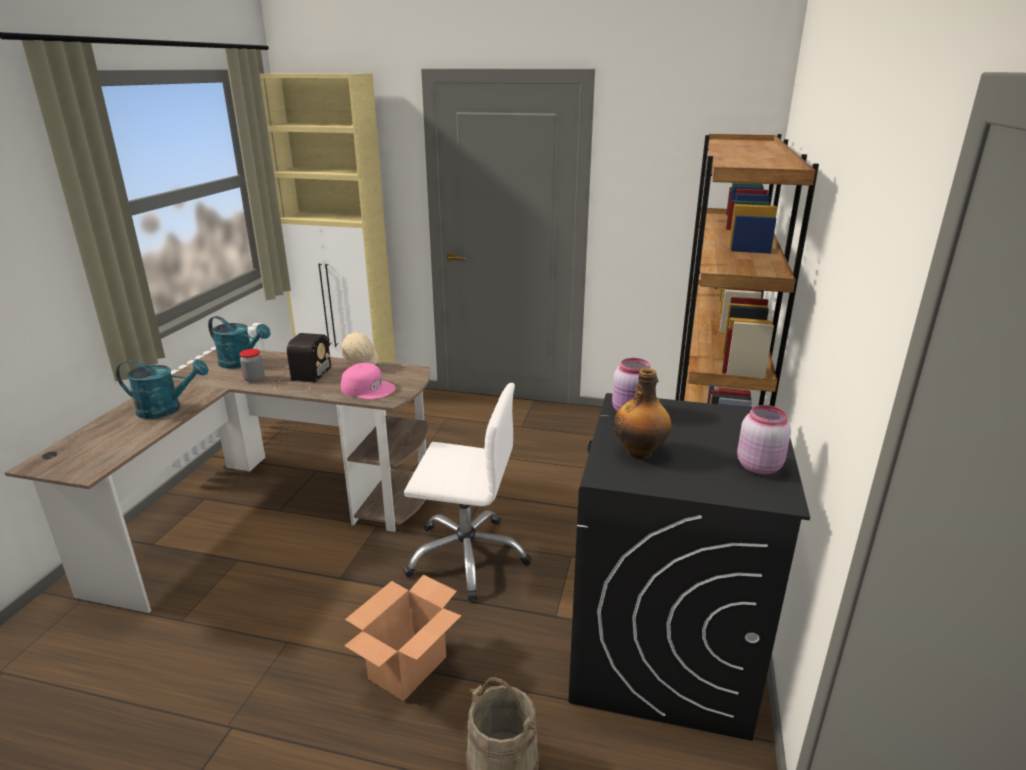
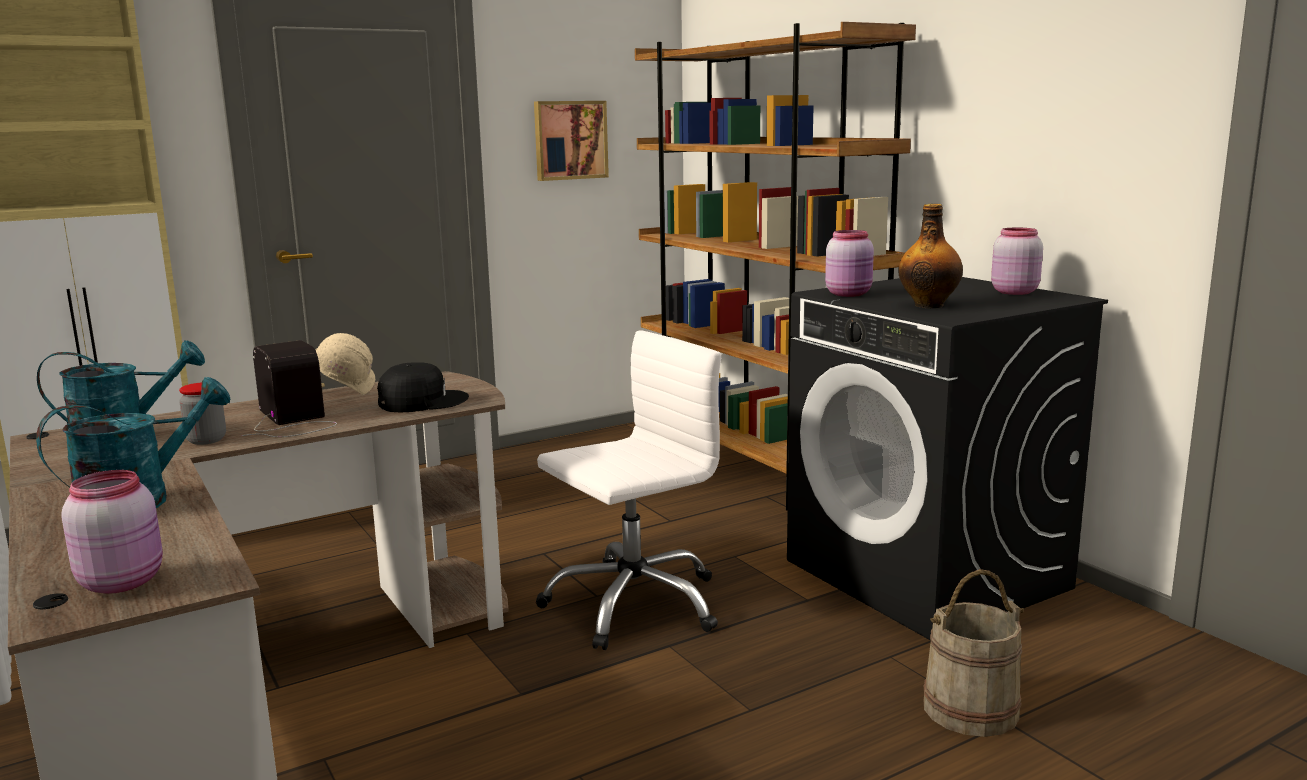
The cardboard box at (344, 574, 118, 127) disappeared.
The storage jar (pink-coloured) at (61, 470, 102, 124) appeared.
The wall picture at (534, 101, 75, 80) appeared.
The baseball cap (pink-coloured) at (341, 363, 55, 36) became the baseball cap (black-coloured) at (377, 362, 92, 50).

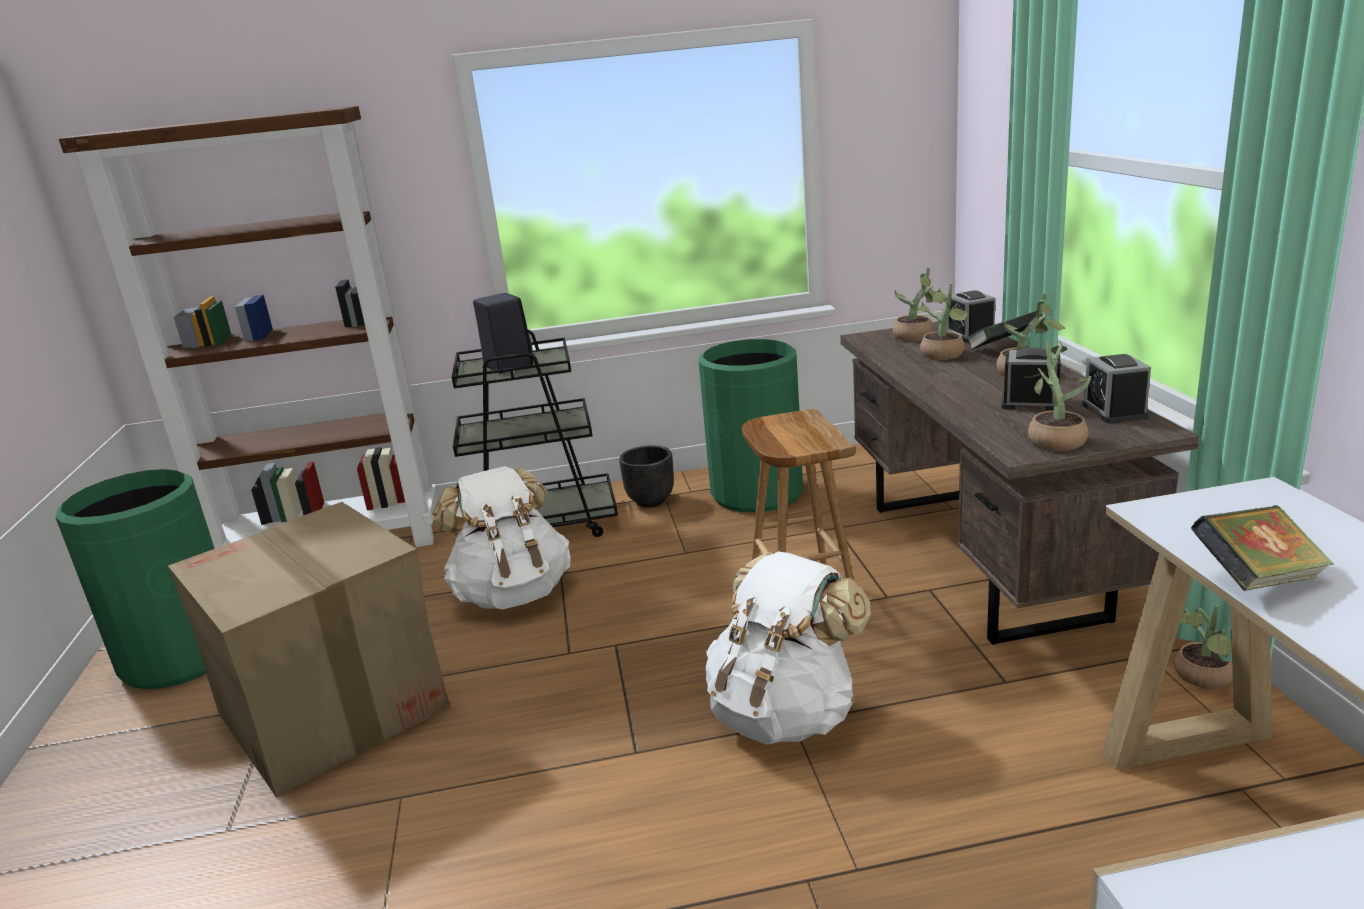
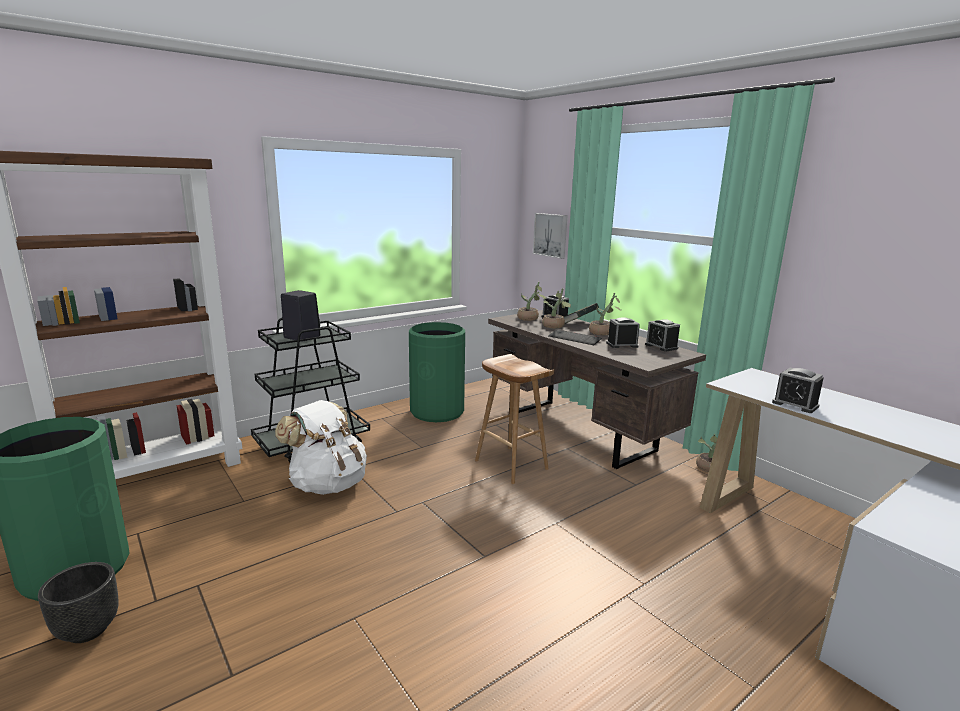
The cardboard box at (168, 502, 282, 296) disappeared.
The rucksack (white-coloured) at (705, 551, 166, 194) disappeared.
The houseplant at (1024, 340, 70, 111) disappeared.
The wall picture at (533, 213, 34, 46) appeared.
The PC keyboard at (549, 330, 53, 15) appeared.
The plant pot (black-coloured) moved from (619, 445, 55, 63) to (38, 562, 81, 81).
The volume at (1191, 505, 143, 86) was replaced by the table clock at (772, 367, 52, 46).

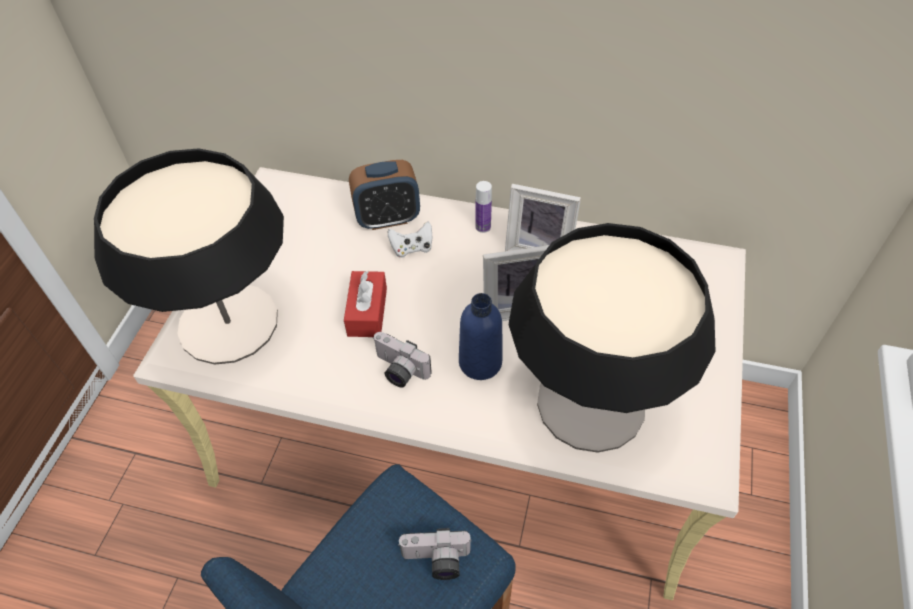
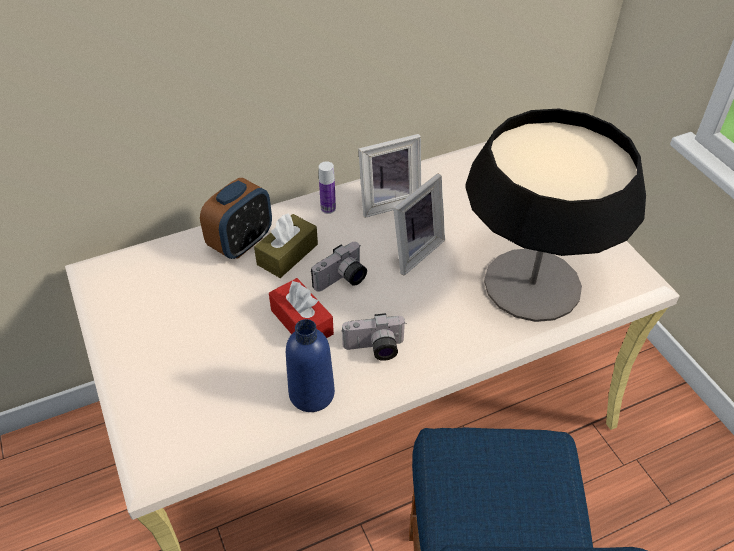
The tabletop lamp at (94, 148, 190, 217) disappeared.
The still camera moved from (398, 528, 74, 52) to (311, 242, 56, 50).
The drink bottle (blue-coloured) moved from (459, 293, 43, 87) to (286, 319, 49, 93).
The joypad (white-coloured) at (388, 221, 44, 37) was replaced by the tissue holder (brown) at (254, 213, 64, 65).

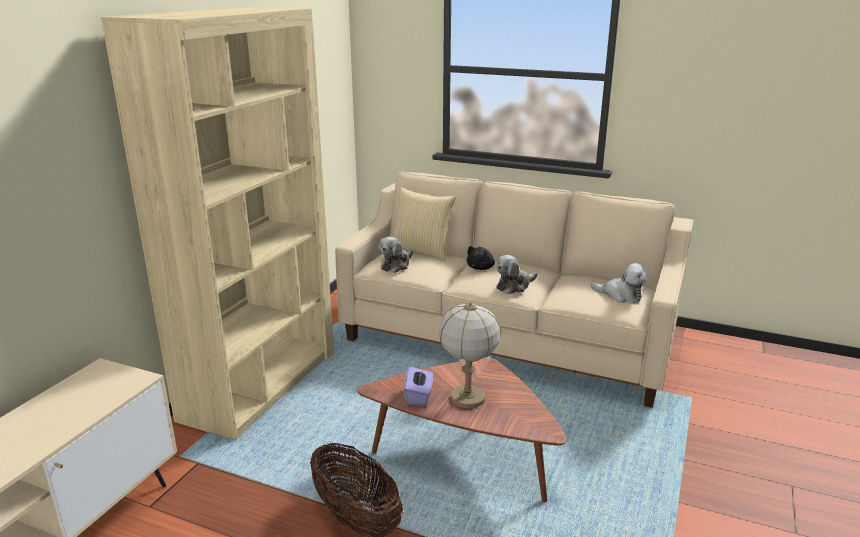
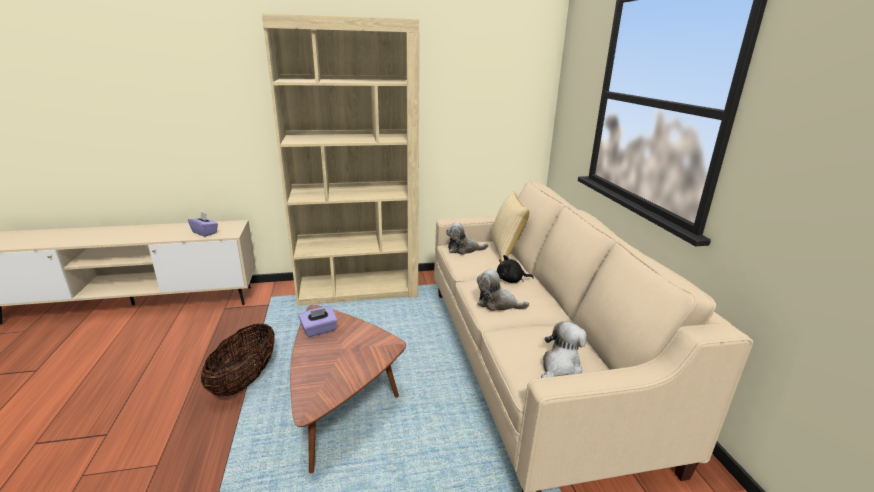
The tabletop lamp at (439, 302, 62, 106) disappeared.
The tissue holder (purple) at (188, 212, 30, 25) appeared.
The soft toy at (591, 263, 57, 40) turned 135 degrees counterclockwise.

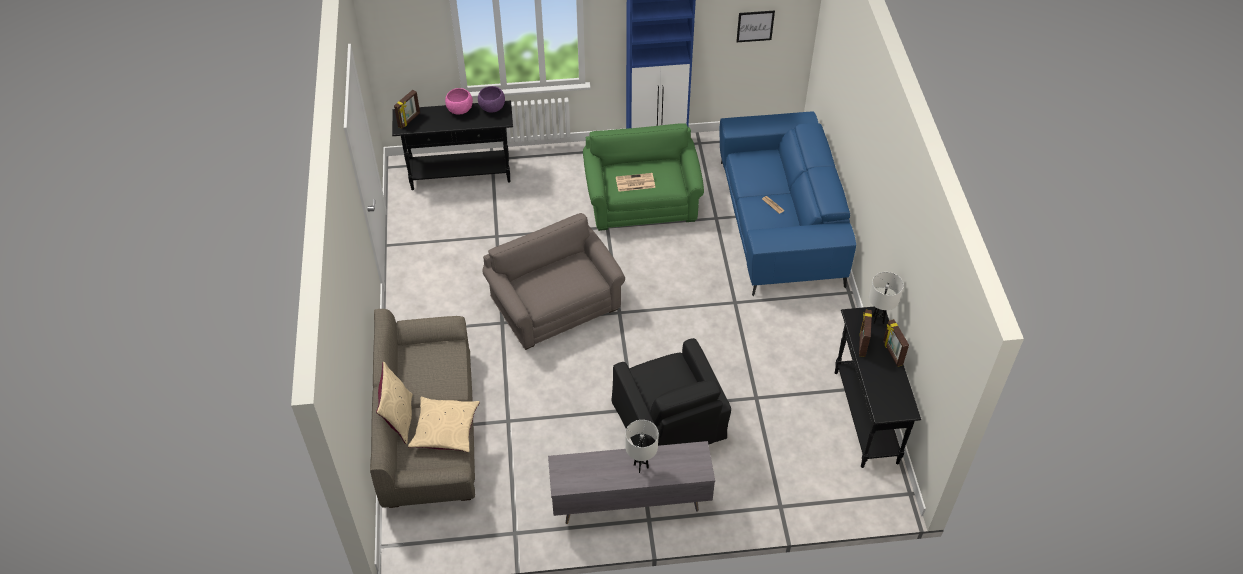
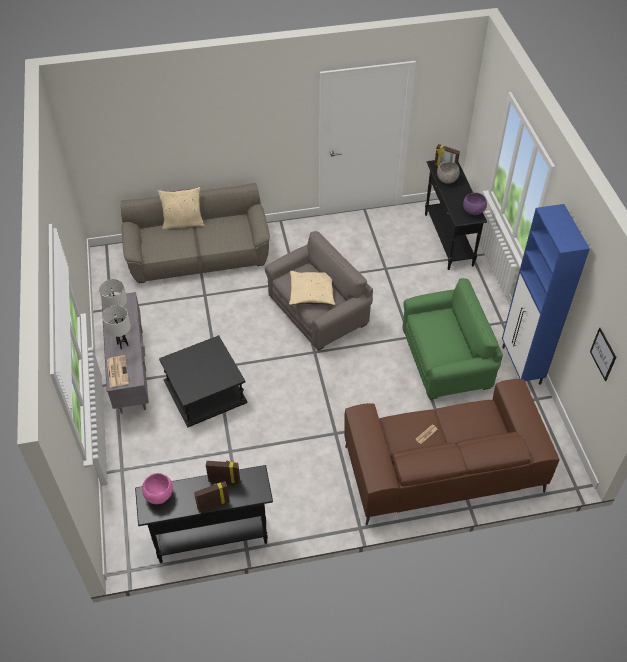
The serving bowl (grey) at (437, 162, 23, 22) appeared.
The cushion (beige) moved from (408, 397, 72, 56) to (289, 271, 46, 35).
The serving bowl (pink-coloured) moved from (445, 88, 28, 27) to (142, 473, 31, 31).
The printed paper moved from (616, 173, 39, 19) to (107, 355, 22, 32).
The tabletop lamp (white-coloured) moved from (869, 272, 35, 52) to (99, 279, 28, 43).
The easy chair (black-coloured) at (611, 338, 120, 109) was replaced by the end table (black-coloured) at (159, 335, 89, 92).
The couch (blue-coloured) at (720, 111, 136, 185) became the couch (brown) at (344, 379, 216, 147).

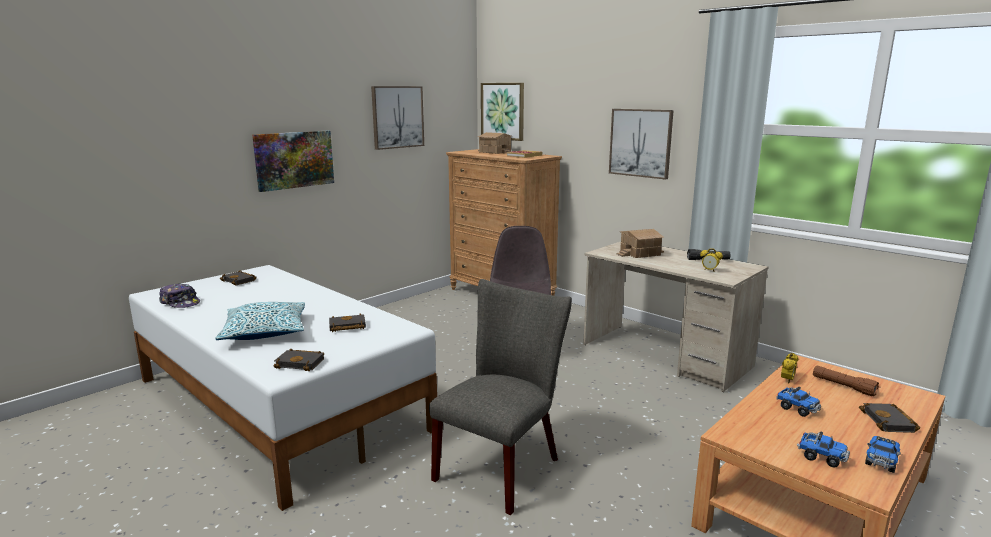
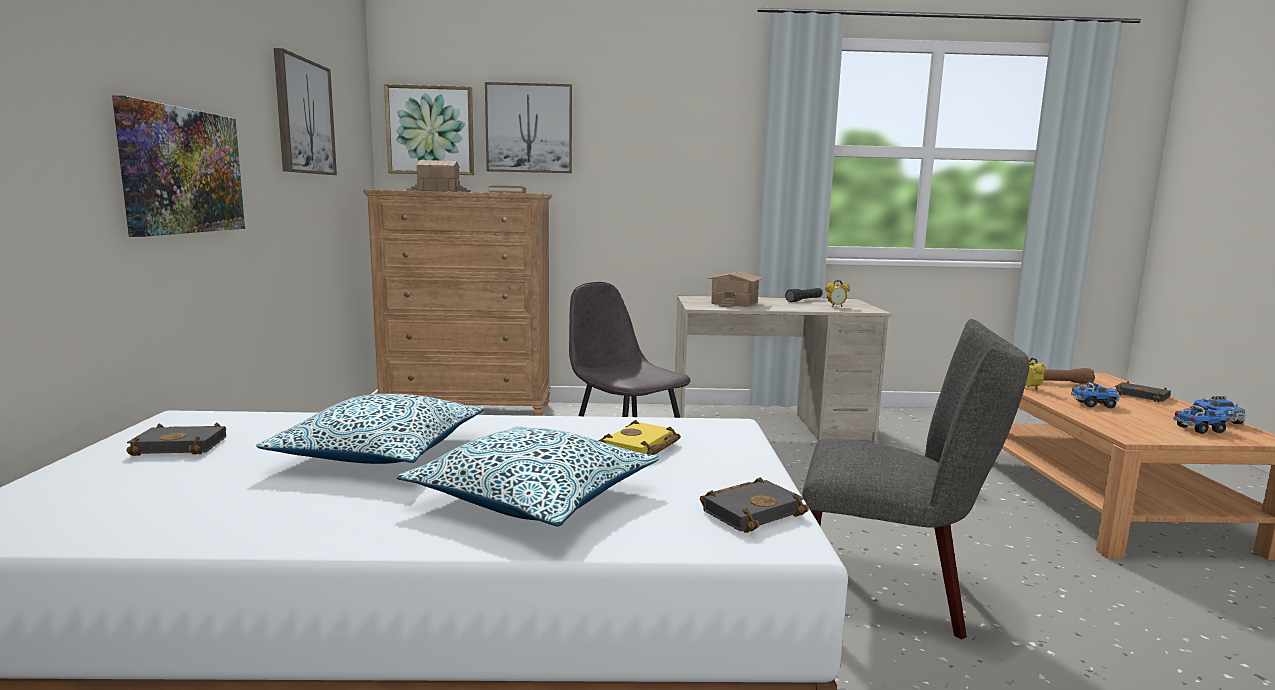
The baseball cap at (159, 283, 41, 25) disappeared.
The cushion at (256, 394, 228, 70) appeared.
The wall picture moved from (609, 109, 65, 71) to (485, 82, 87, 91).
The volume (black-coloured) at (329, 313, 37, 19) became the volume (yellowish) at (599, 420, 82, 35).
The upright chair (grey) at (429, 279, 143, 236) turned 120 degrees clockwise.

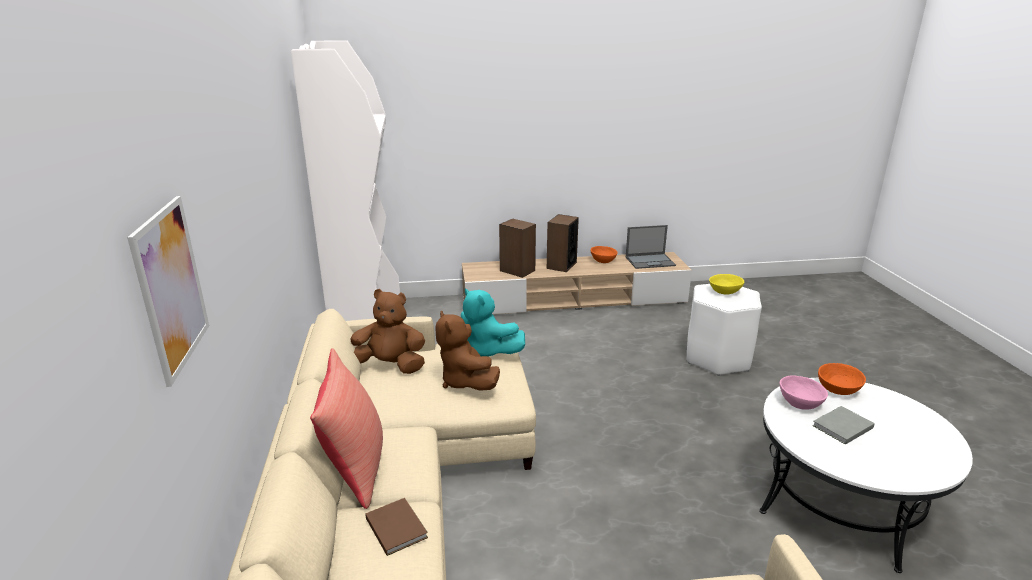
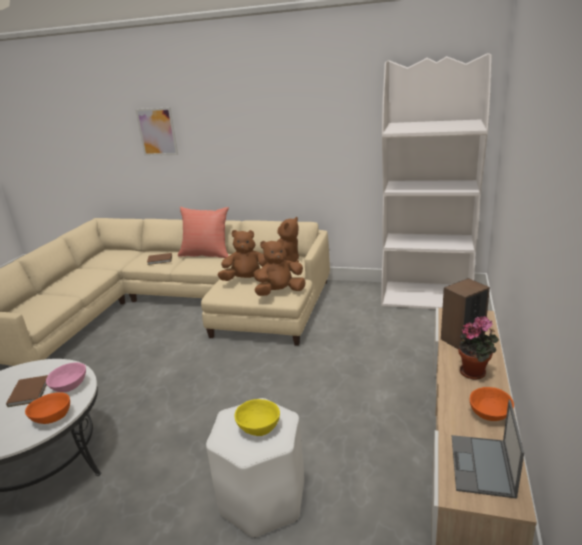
The speaker at (547, 214, 32, 58) was replaced by the houseplant at (458, 316, 41, 64).
The soft toy (turquoise-coloured) at (461, 288, 64, 69) became the soft toy (brown) at (254, 239, 52, 57).
The volume (grey) at (812, 406, 63, 39) became the volume (brown) at (6, 375, 42, 32).

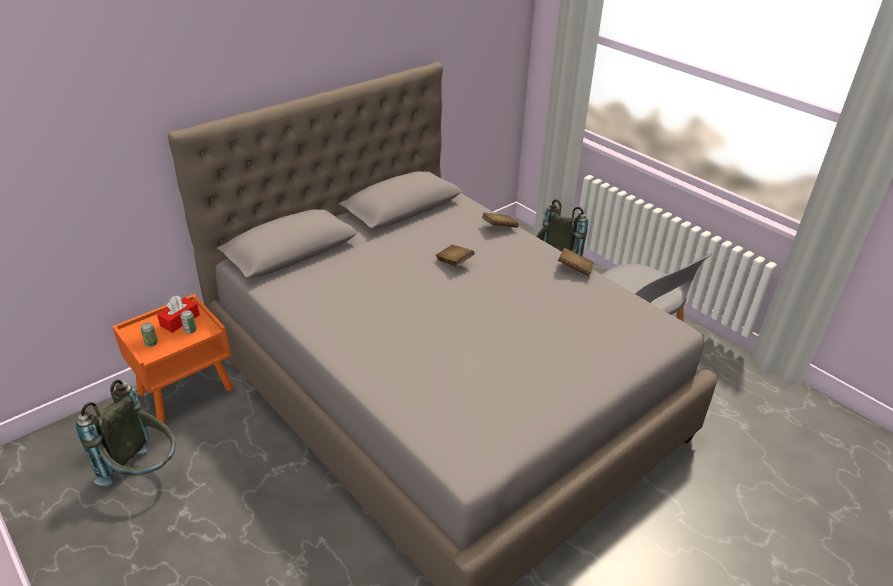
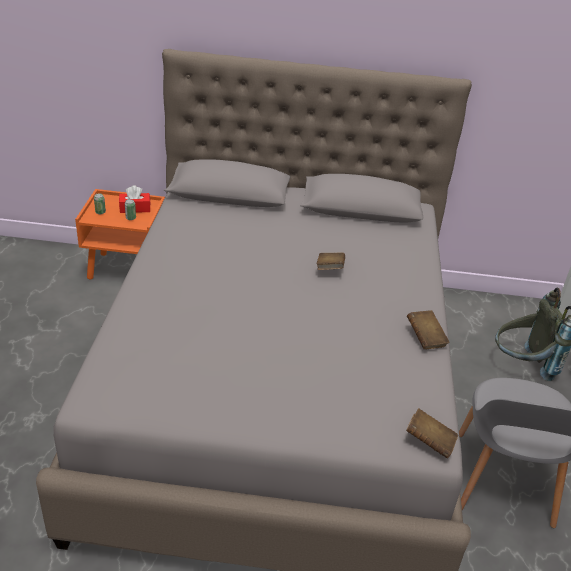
The rucksack (grey) at (76, 380, 99, 106) disappeared.
The volume (brown) moved from (482, 212, 37, 16) to (406, 408, 52, 51).

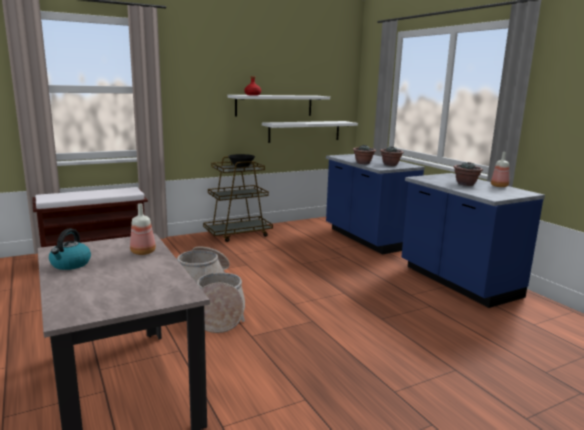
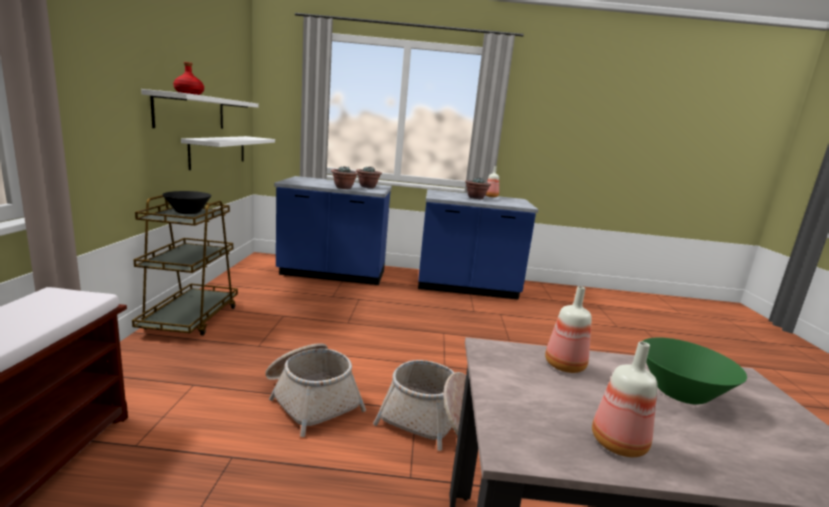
The serving bowl (green) at (642, 338, 105, 67) appeared.
The tea kettle at (49, 229, 42, 41) was replaced by the drink bottle at (592, 341, 66, 116).

